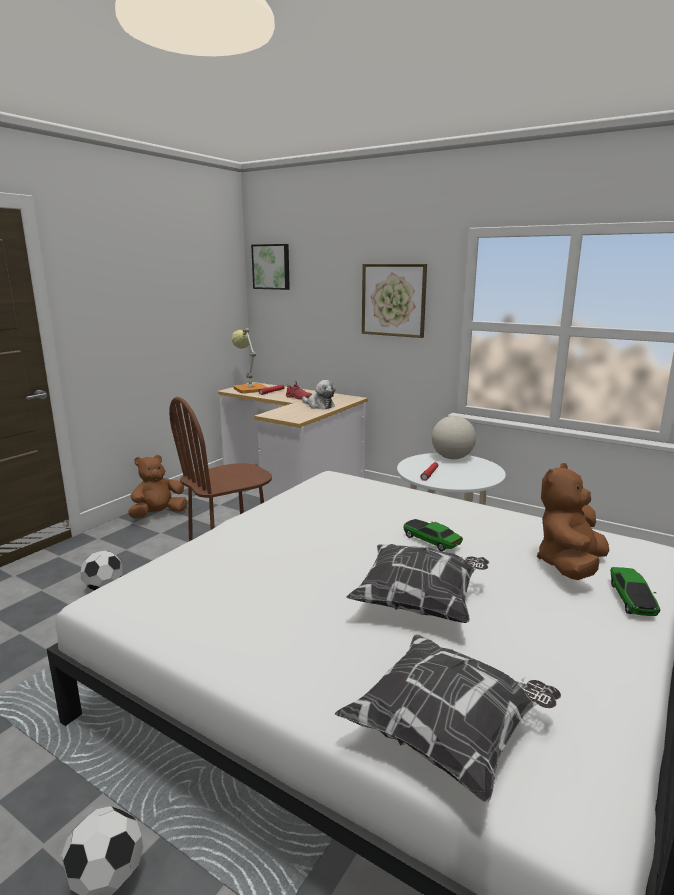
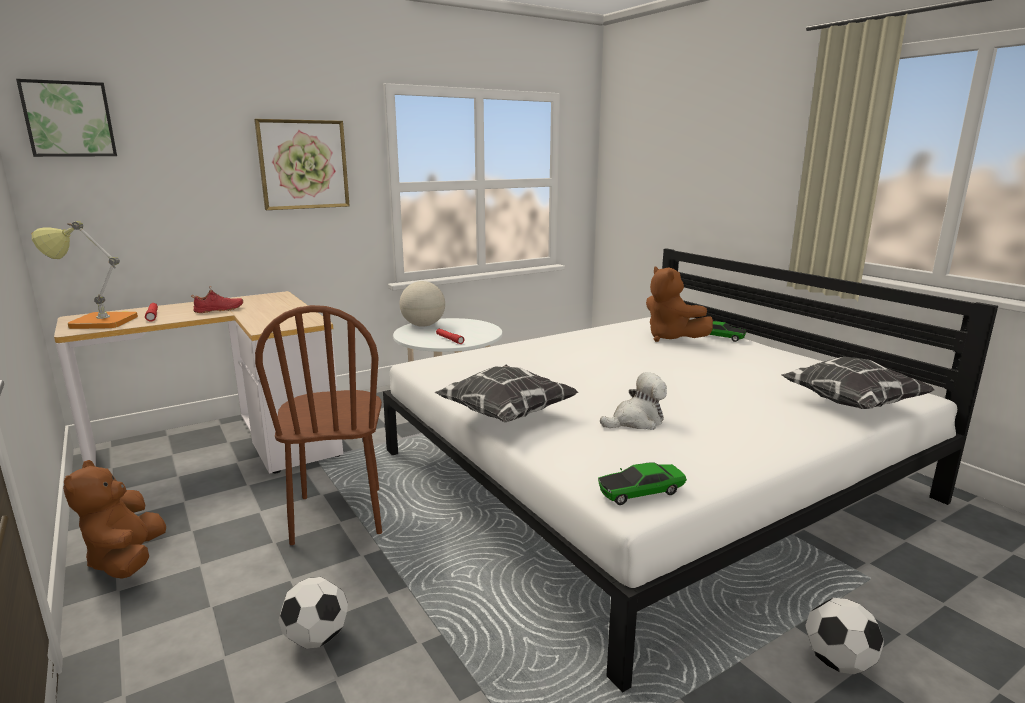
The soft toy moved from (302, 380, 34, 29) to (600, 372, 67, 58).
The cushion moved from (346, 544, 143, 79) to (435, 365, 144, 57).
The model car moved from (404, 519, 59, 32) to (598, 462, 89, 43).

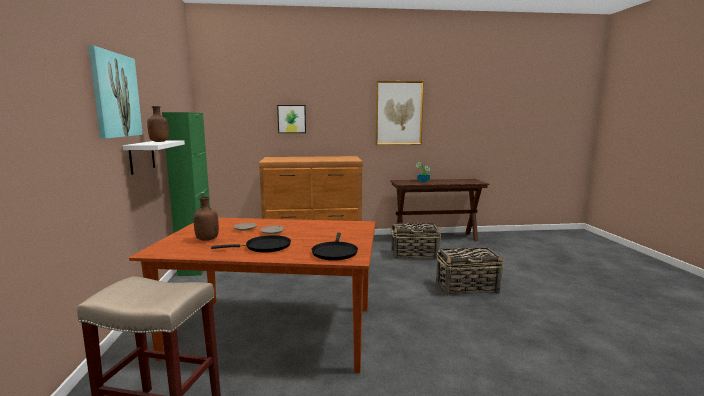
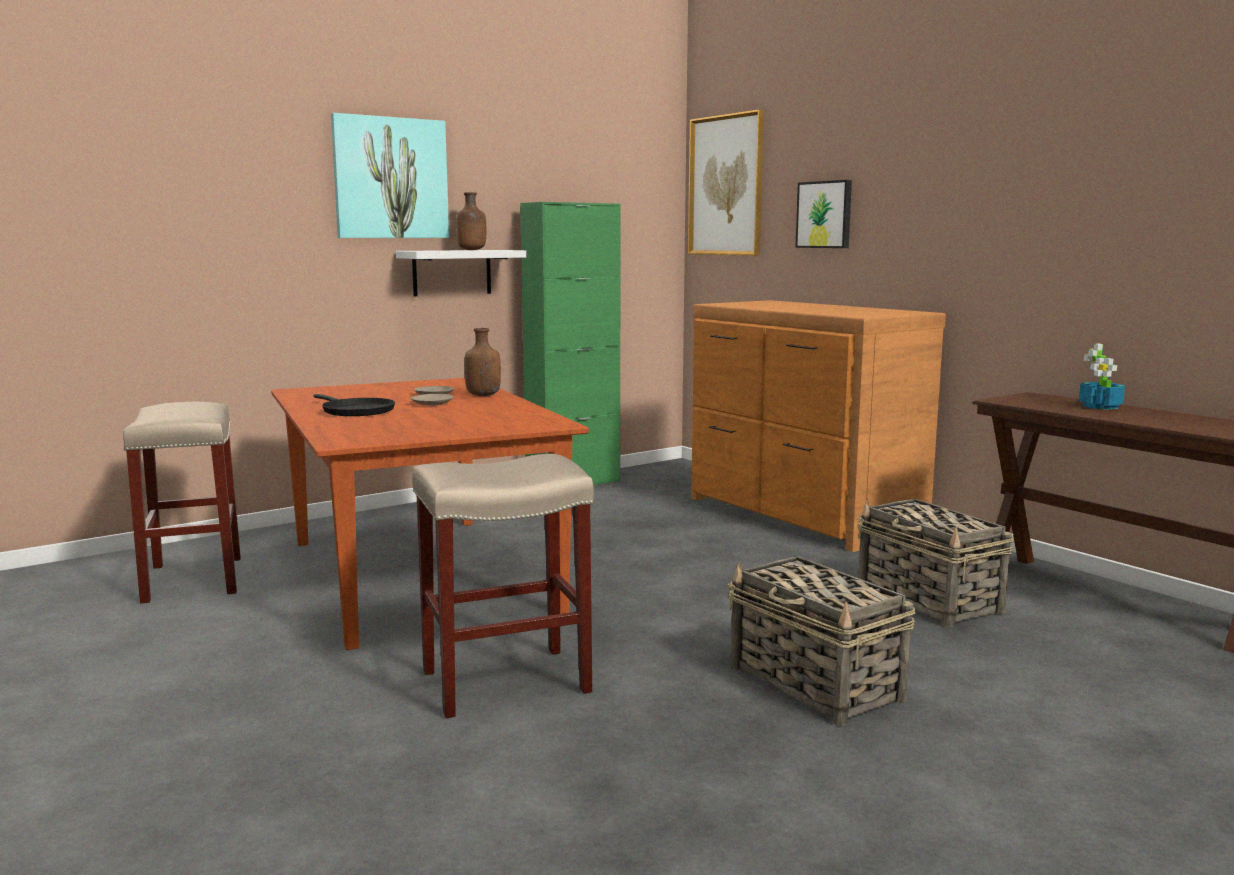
The frying pan (black-coloured) at (312, 233, 46, 28) disappeared.
The stool (beige) at (412, 454, 182, 264) appeared.
The drink bottle (brown) moved from (193, 197, 26, 44) to (464, 328, 37, 68).
The wall picture moved from (375, 80, 49, 65) to (688, 110, 76, 146).

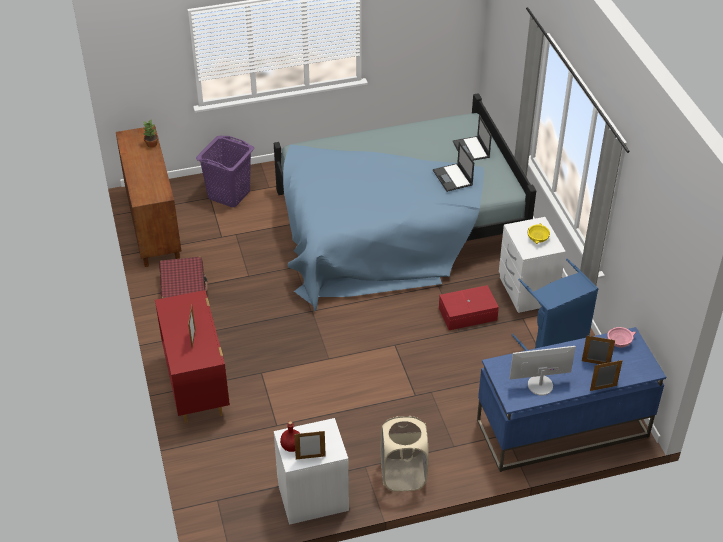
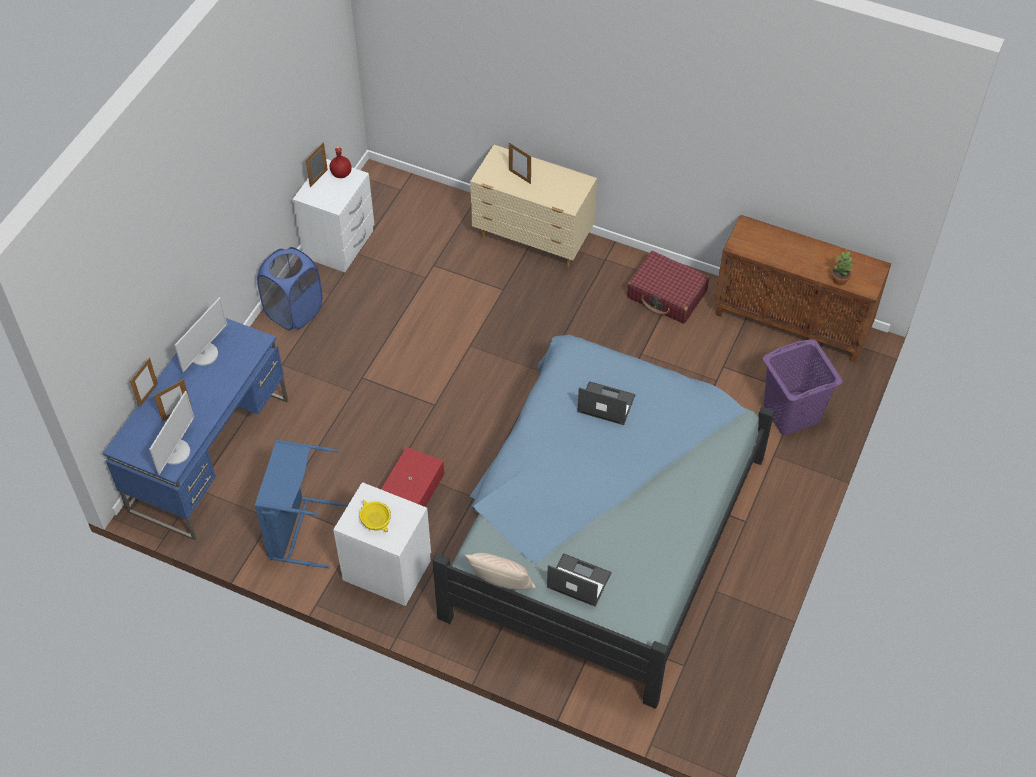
The cushion (beige) at (465, 553, 71, 37) appeared.
The notebook computer moved from (433, 142, 41, 50) to (577, 381, 59, 44).
The serving bowl (pink-coloured) at (607, 327, 29, 20) was replaced by the computer screen at (149, 391, 45, 84).
The chest of drawers (red) at (155, 290, 75, 133) became the chest of drawers (beige) at (470, 145, 127, 123).
The laundry basket (beige) at (381, 416, 48, 75) became the laundry basket (blue-coloured) at (257, 247, 66, 84).

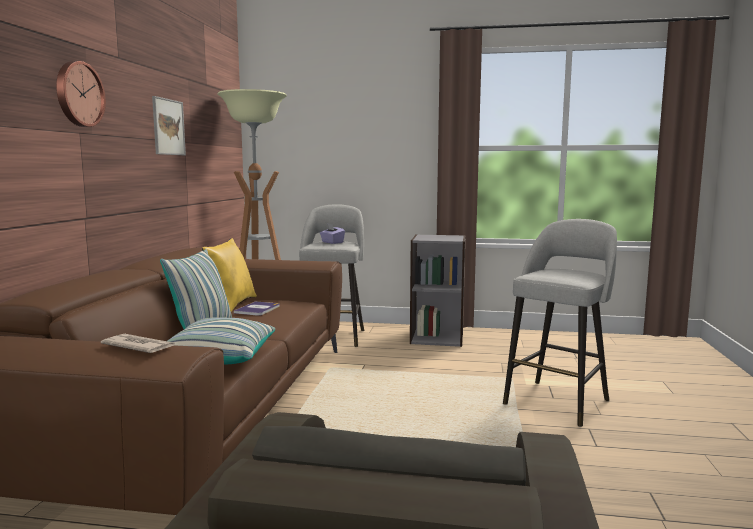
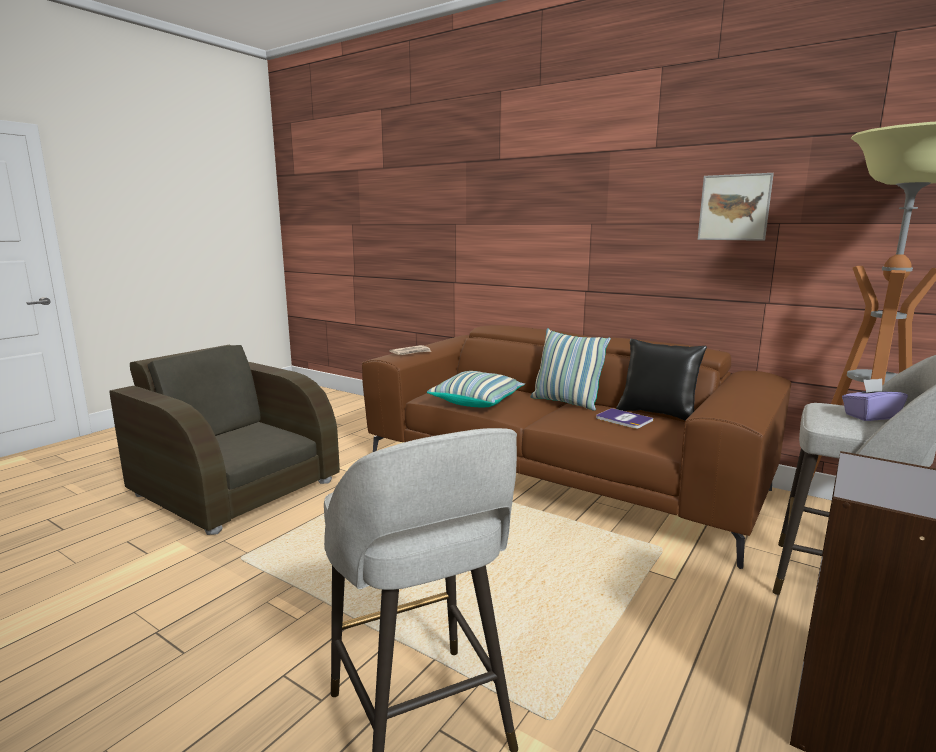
The wall clock at (56, 61, 50, 66) disappeared.
The cushion (yellowish) at (202, 238, 55, 74) became the cushion (black-coloured) at (616, 339, 91, 82).

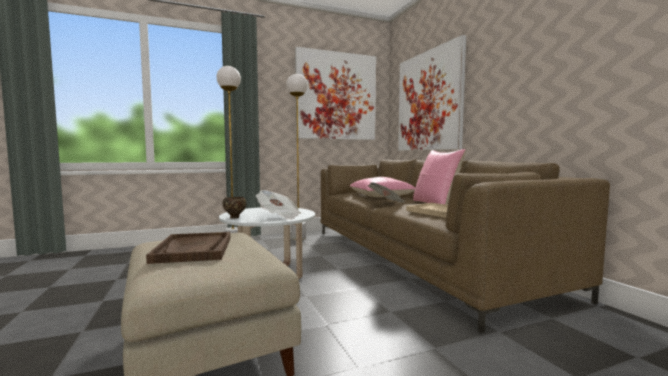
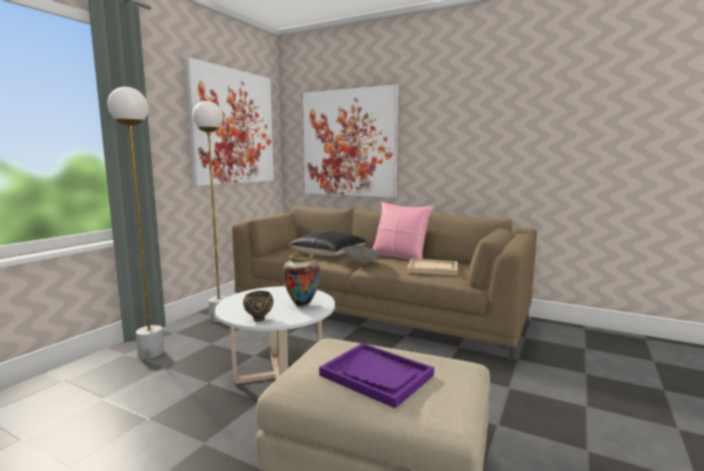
The printed paper at (256, 190, 45, 30) was replaced by the flower vase at (283, 253, 37, 54).
The tray (brown) at (146, 232, 85, 32) became the tray (purple) at (319, 343, 115, 65).
The cushion (pink-coloured) at (350, 177, 65, 20) became the cushion (black-coloured) at (289, 231, 78, 25).

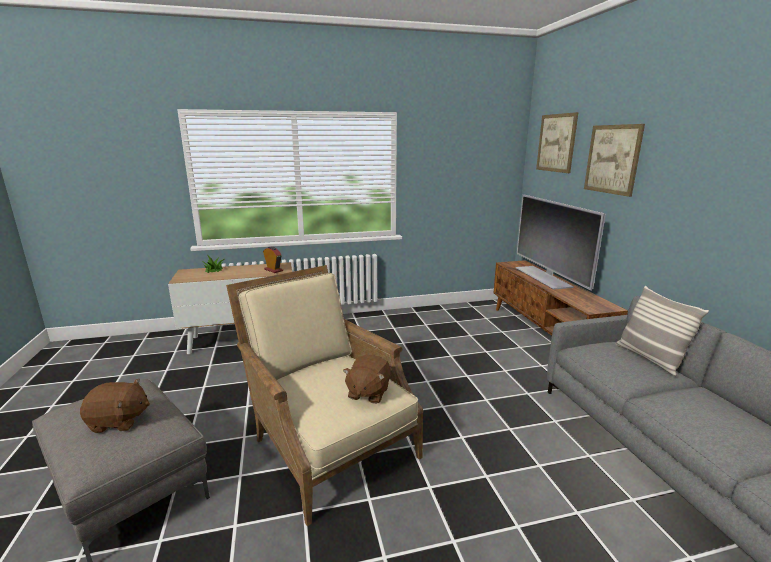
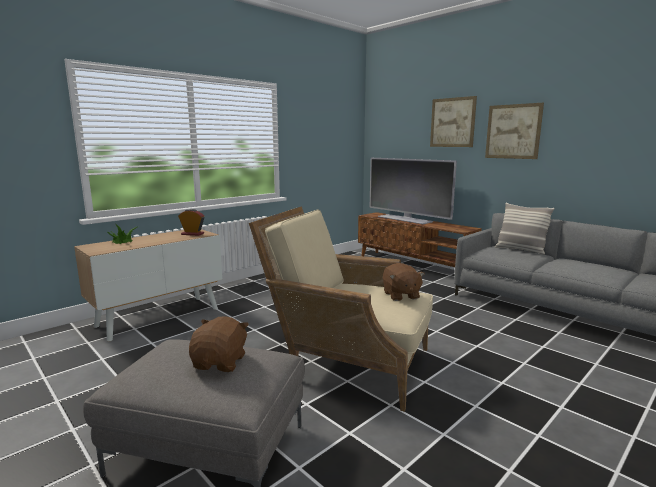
The wall picture moved from (536, 112, 42, 61) to (485, 103, 59, 56).
The soft toy (brown) at (80, 379, 70, 54) turned 45 degrees counterclockwise.

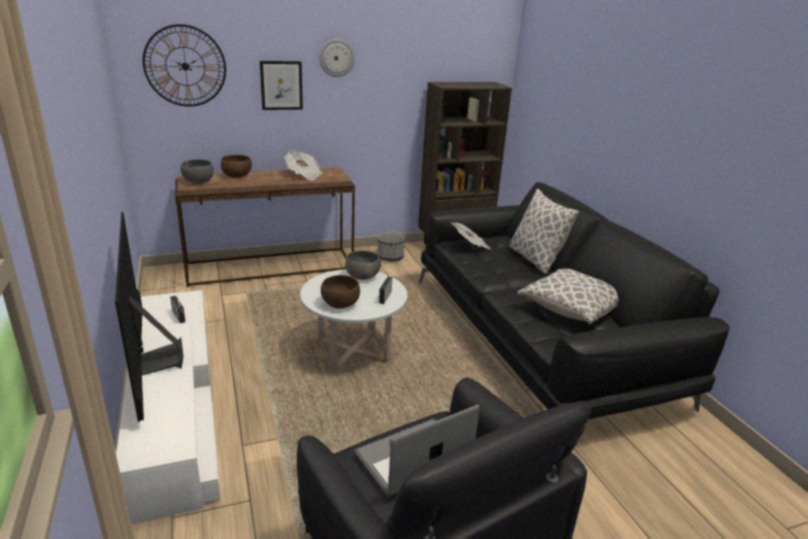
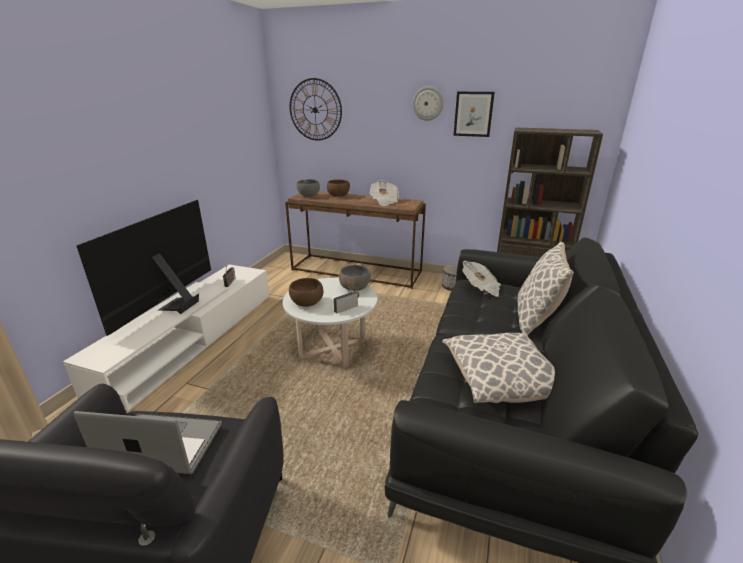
The wall picture moved from (260, 61, 43, 49) to (453, 92, 42, 45).

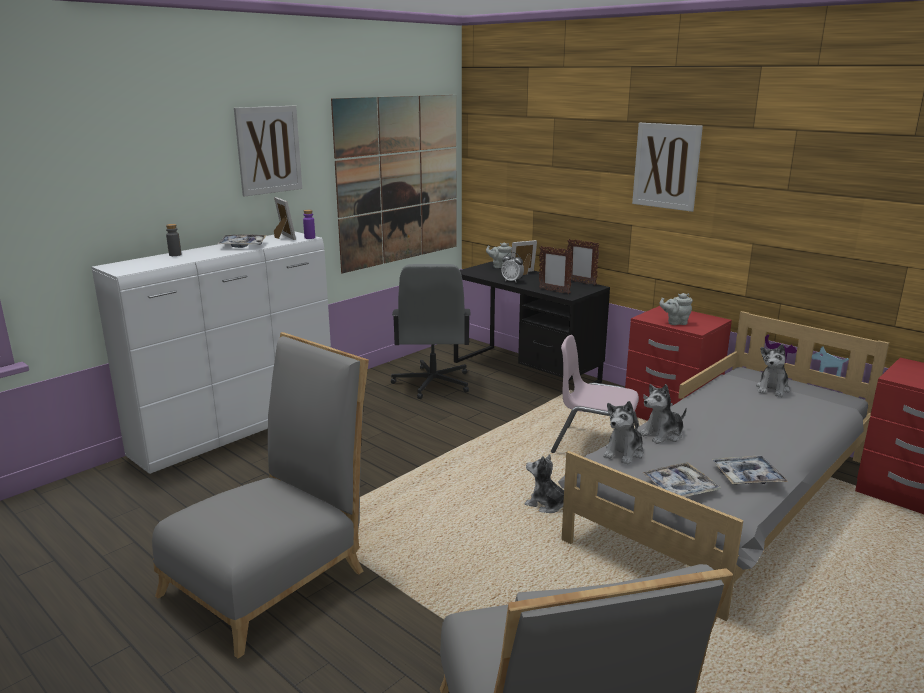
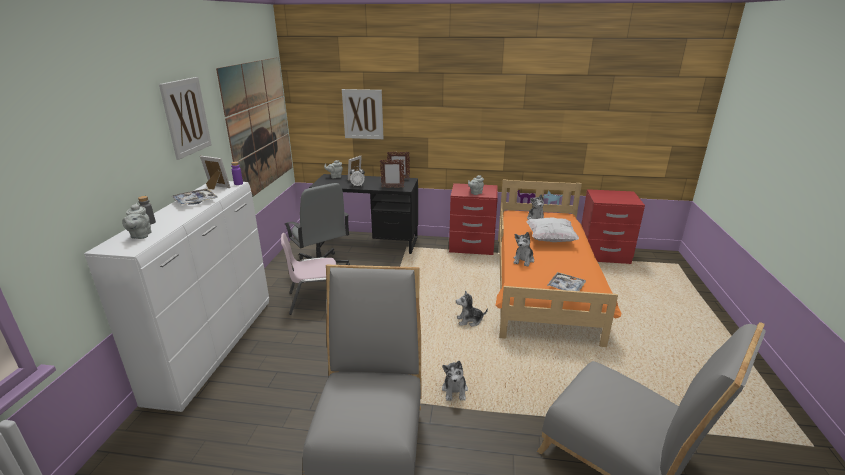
The tray at (712, 456, 76, 29) disappeared.
The tea pot (grey) at (122, 203, 30, 36) appeared.
The cushion (white-coloured) at (526, 217, 53, 25) appeared.
The upright chair (pink-coloured) moved from (551, 335, 88, 118) to (281, 233, 56, 82).
The soft toy moved from (603, 401, 41, 64) to (442, 361, 26, 40).
The wall picture moved from (632, 123, 71, 89) to (342, 89, 42, 50).
The bedroom bed (grey) at (558, 311, 331, 310) became the bedroom bed (orange) at (495, 180, 126, 167).

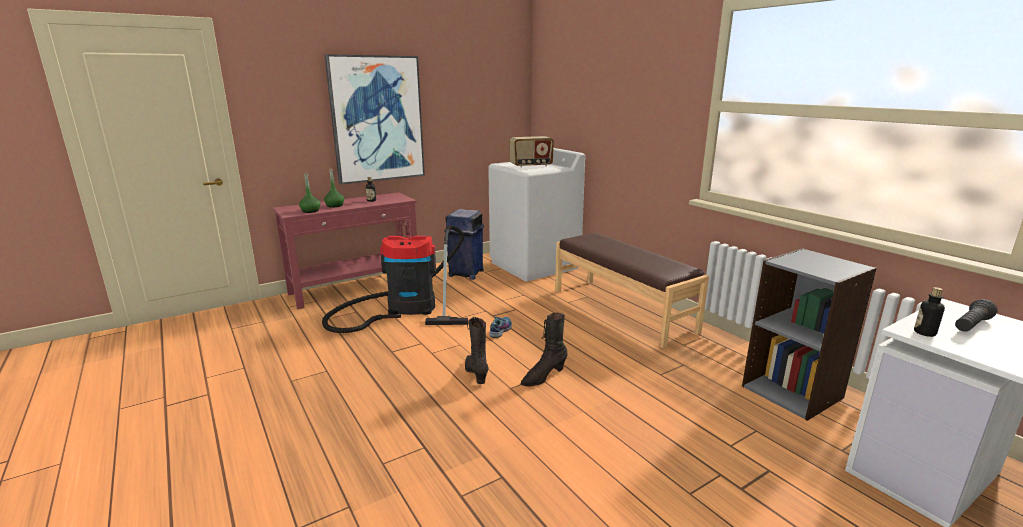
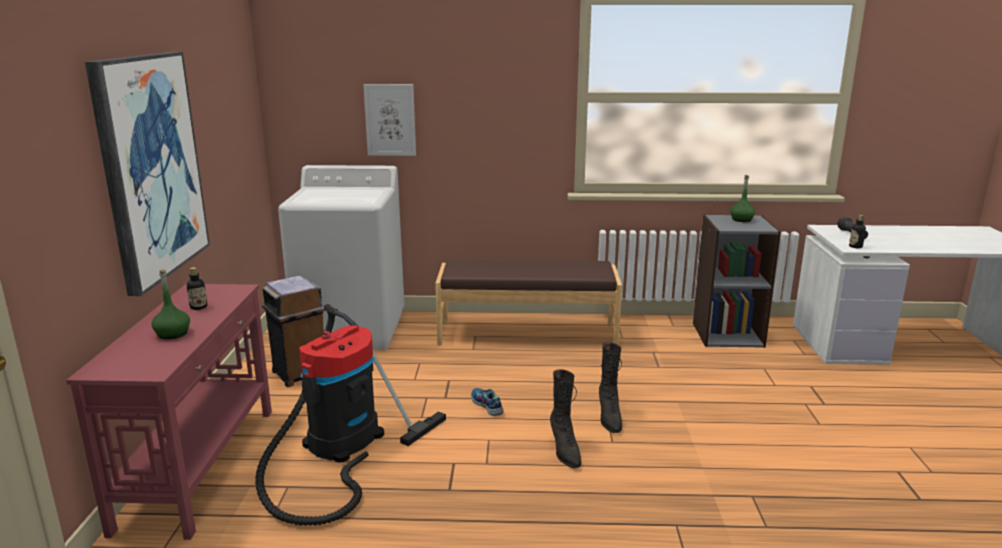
The radio at (510, 136, 44, 32) disappeared.
The wall picture at (363, 84, 53, 72) appeared.
The drink bottle (green) moved from (299, 173, 21, 40) to (730, 175, 25, 47).
The waste bin (blue-coloured) at (444, 209, 40, 71) became the waste bin (brown) at (262, 276, 63, 111).
The high-top boot (black-coloured) at (465, 317, 23, 67) turned 120 degrees counterclockwise.

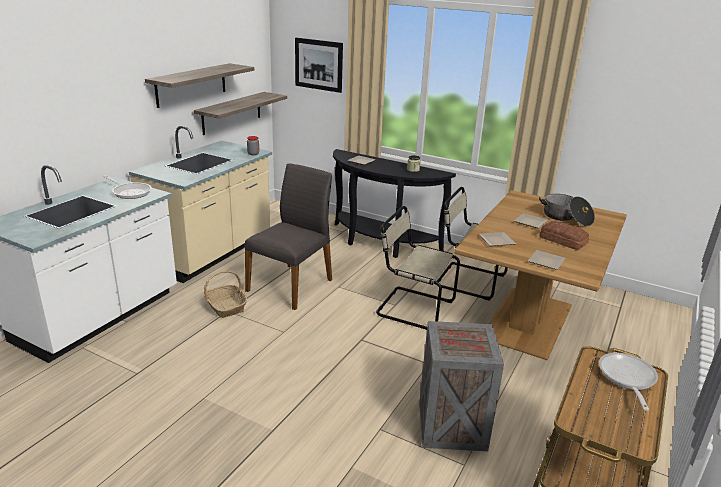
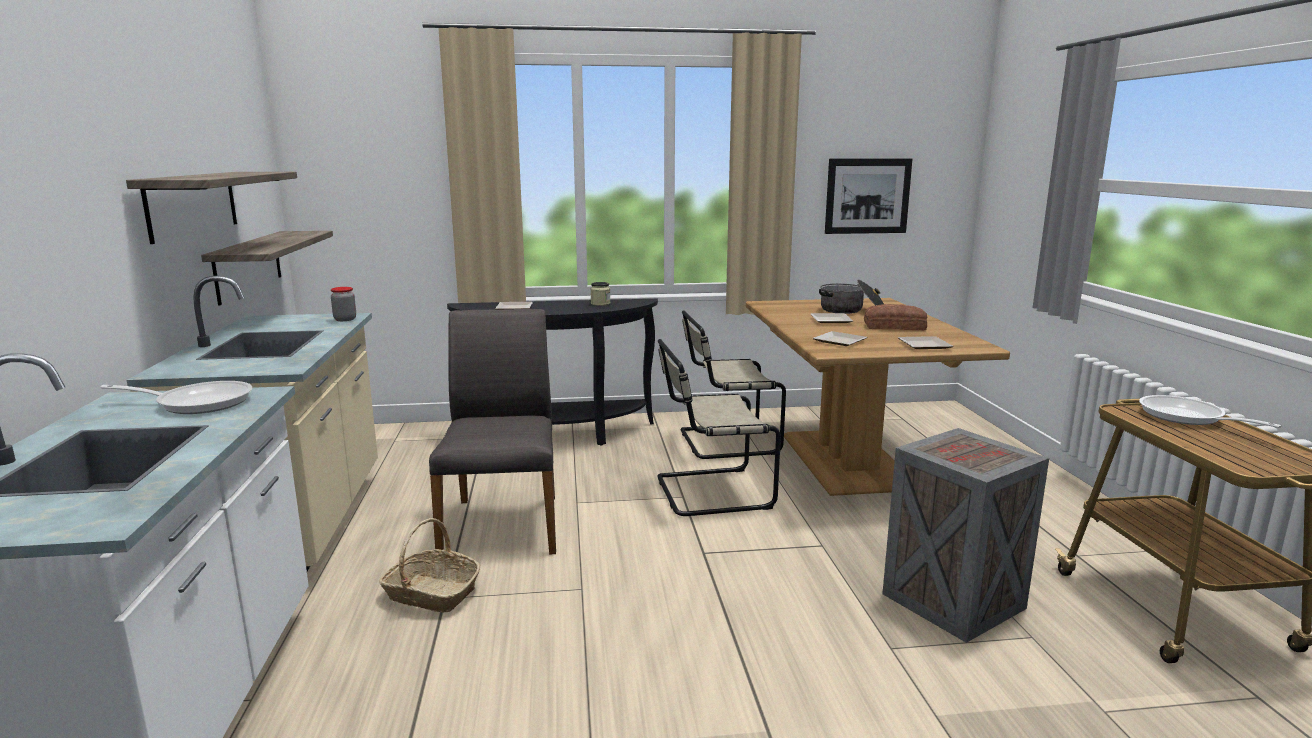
The wall picture moved from (295, 38, 48, 55) to (825, 158, 87, 76).

